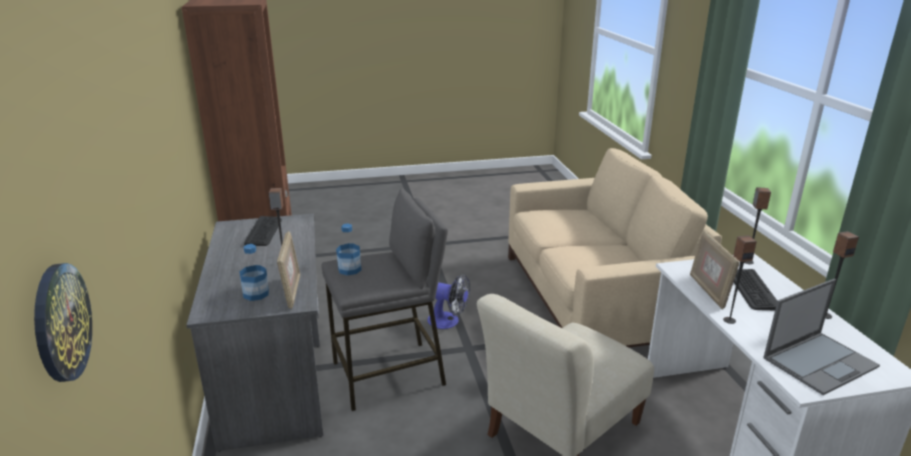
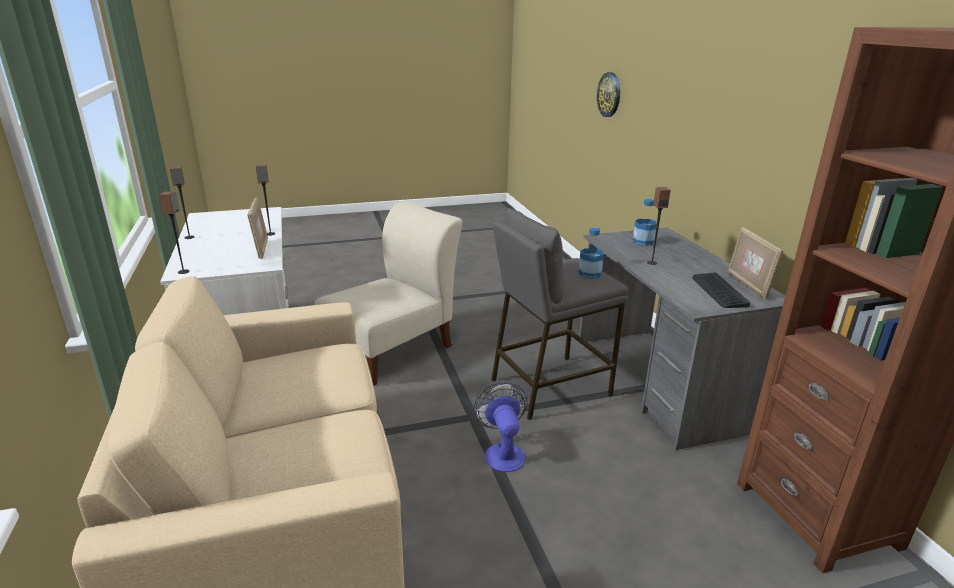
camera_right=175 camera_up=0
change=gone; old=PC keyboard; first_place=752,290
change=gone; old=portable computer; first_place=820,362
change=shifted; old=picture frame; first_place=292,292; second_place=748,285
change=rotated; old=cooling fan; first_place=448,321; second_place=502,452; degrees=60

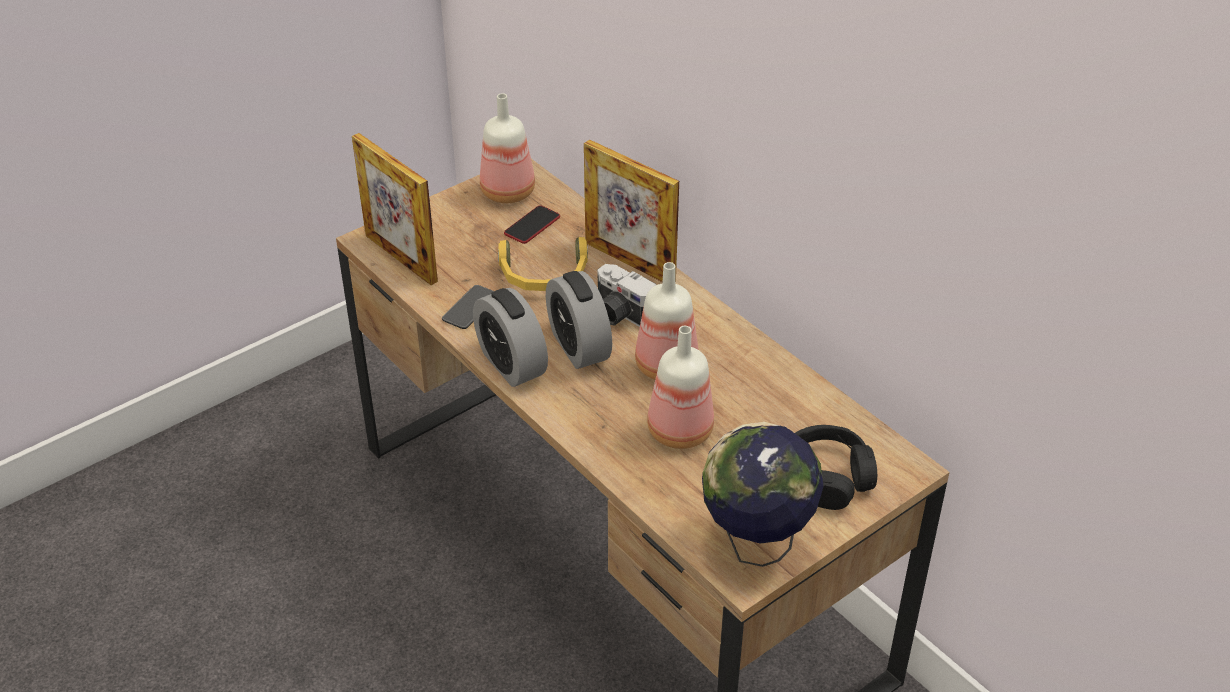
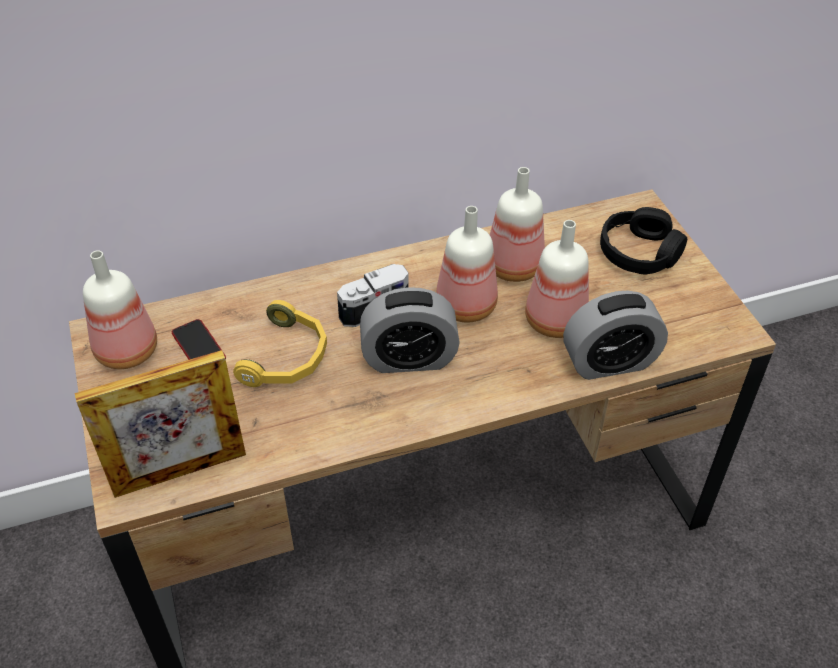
camera_right=-70 camera_up=5
change=gone; old=telephone; first_place=470,308
change=gone; old=picture frame; first_place=629,262
change=gone; old=desk globe; first_place=756,544
change=new; new=beverage bottle; second_place=512,268
change=shifted; old=bedside clock; first_place=511,364; second_place=609,362

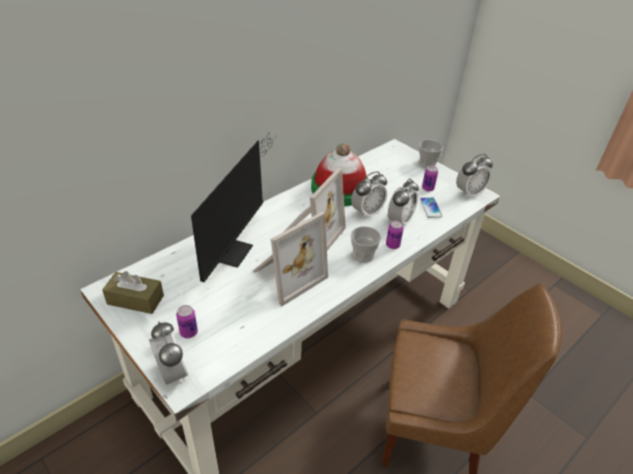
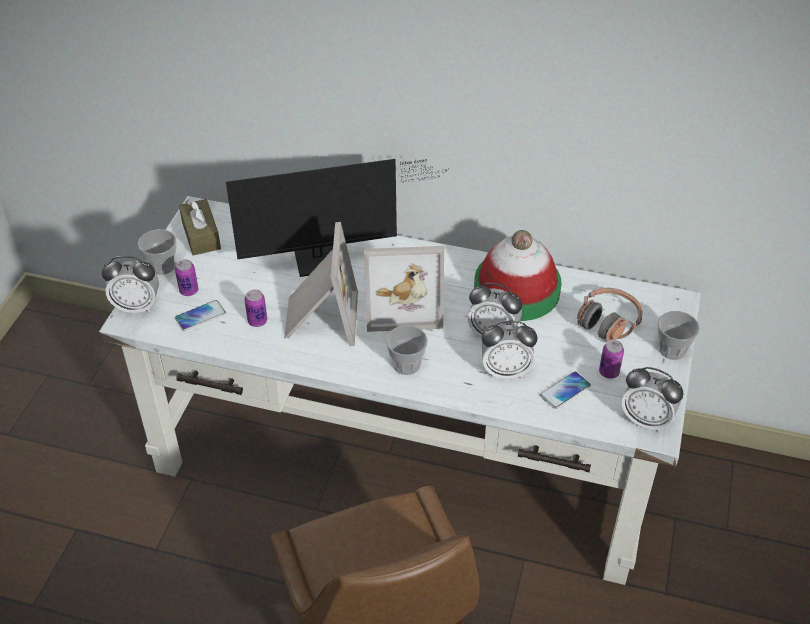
camera_right=60 camera_up=5
change=new; new=drinking cup; second_place=162,266
change=new; new=telephone; second_place=200,316
change=new; new=headphones; second_place=608,322
change=shifted; old=sealed can; first_place=392,245; second_place=257,321
change=rotated; old=bedside clock; first_place=172,373; second_place=137,306; degrees=60
change=rotated; old=picture frame; first_place=286,275; second_place=319,317; degrees=-105

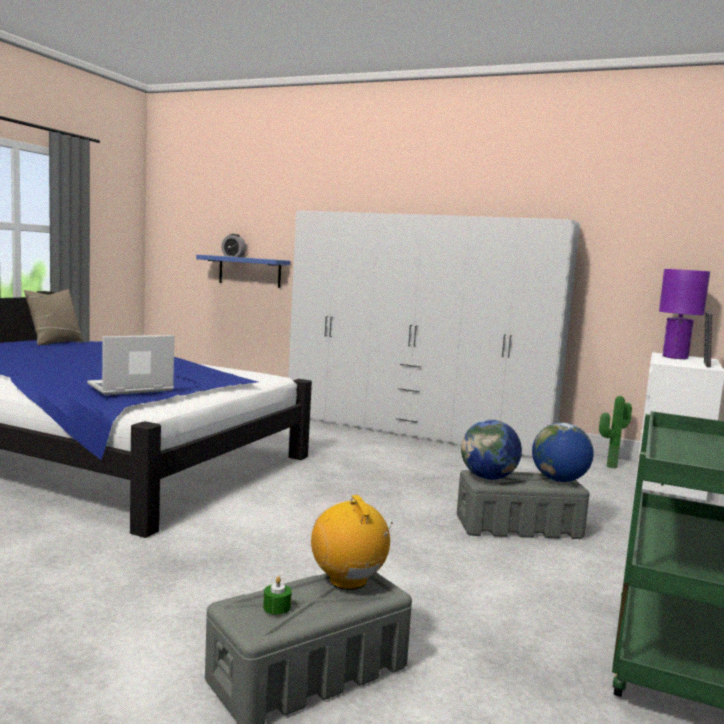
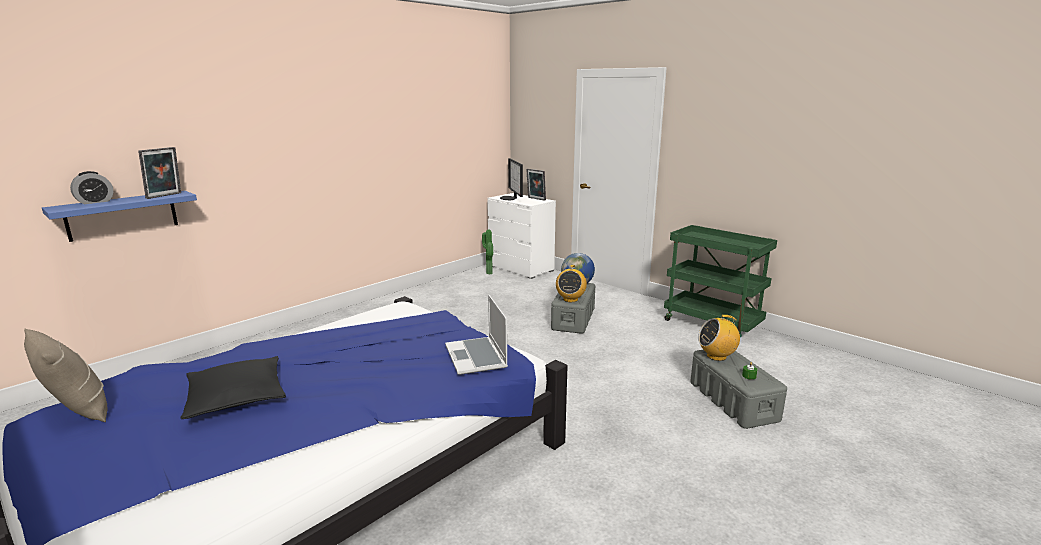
camera_right=-70 camera_up=10
change=gone; old=clothes cupboard (white-coloured); first_place=414,432
change=new; new=picture frame; second_place=165,196
change=new; new=throw pillow (blackish); second_place=236,397
change=swapped; old=desk globe; new=radio; first_place=488,478; second_place=570,299
change=swapped; old=tabletop lamp (purple); new=computer screen; first_place=675,357; second_place=510,198

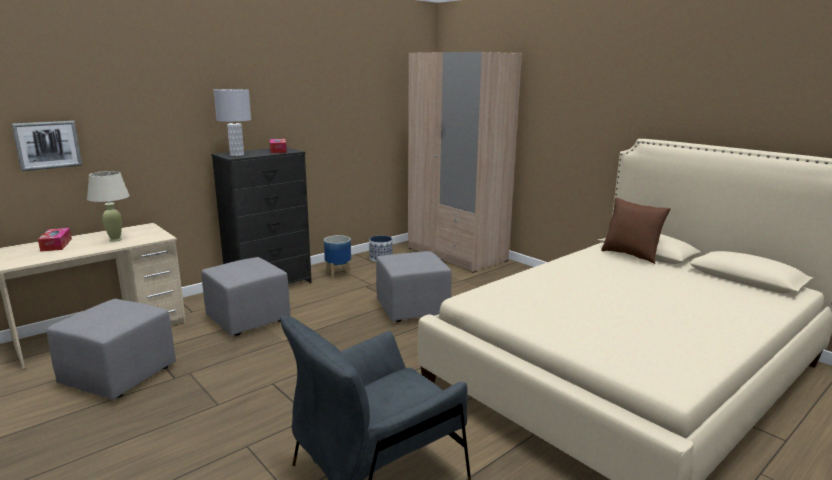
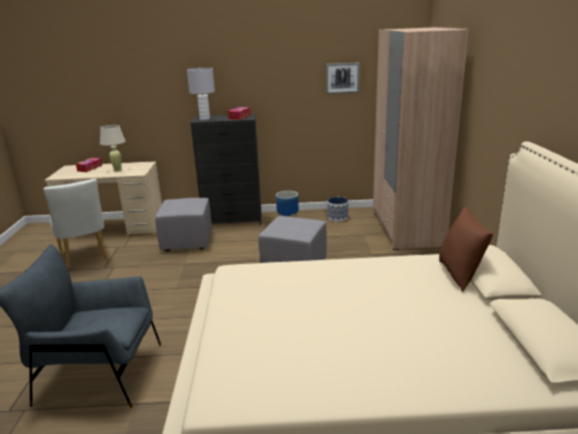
camera_right=40 camera_up=5
change=shifted; old=picture; first_place=48,145; second_place=342,78
change=swapped; old=footrest (greyish); new=chair (white-coloured); first_place=118,377; second_place=85,257

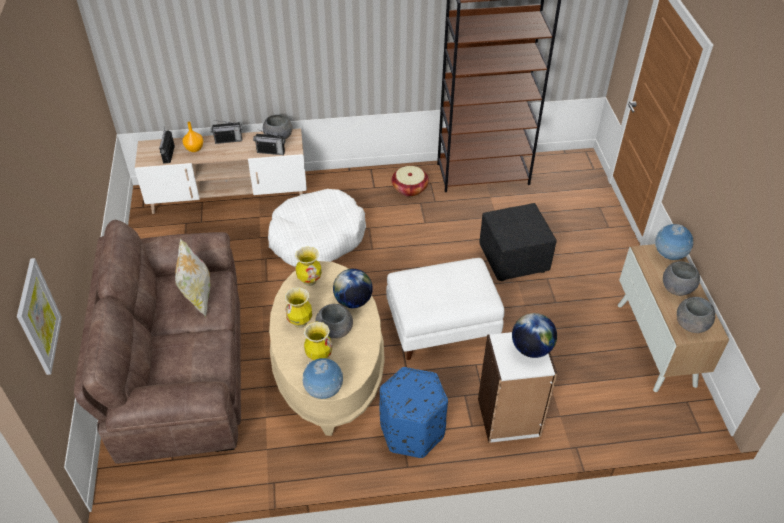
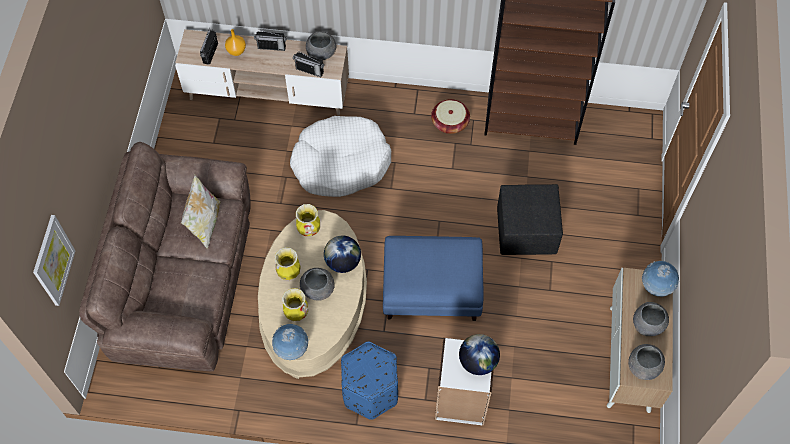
camera_right=15 camera_up=15
change=repainted; old=footrest (white-coloured); new=footrest (blue-coloured); first_place=443,324; second_place=432,289

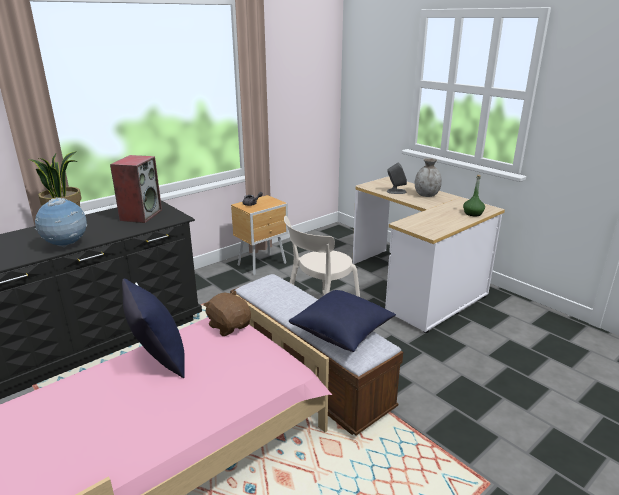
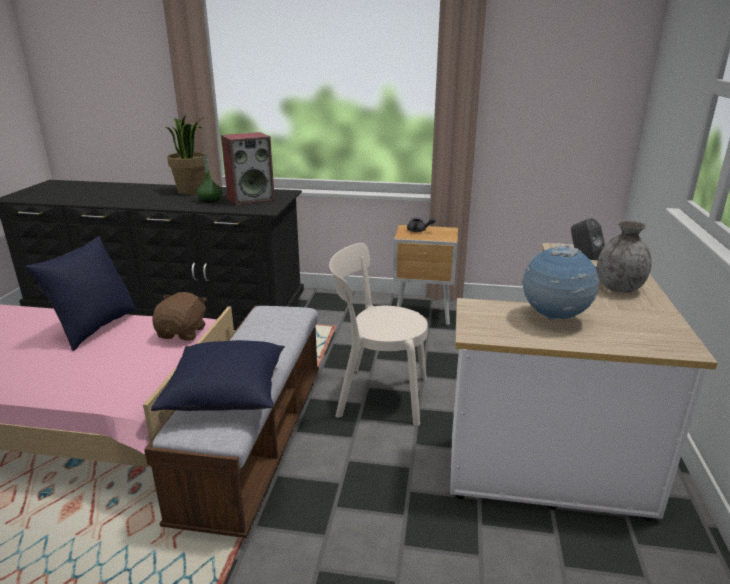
camera_right=50 camera_up=0
change=shifted; old=desk globe; first_place=66,245; second_place=554,318
change=shifted; old=beverage bottle (green); first_place=473,213; second_place=210,200

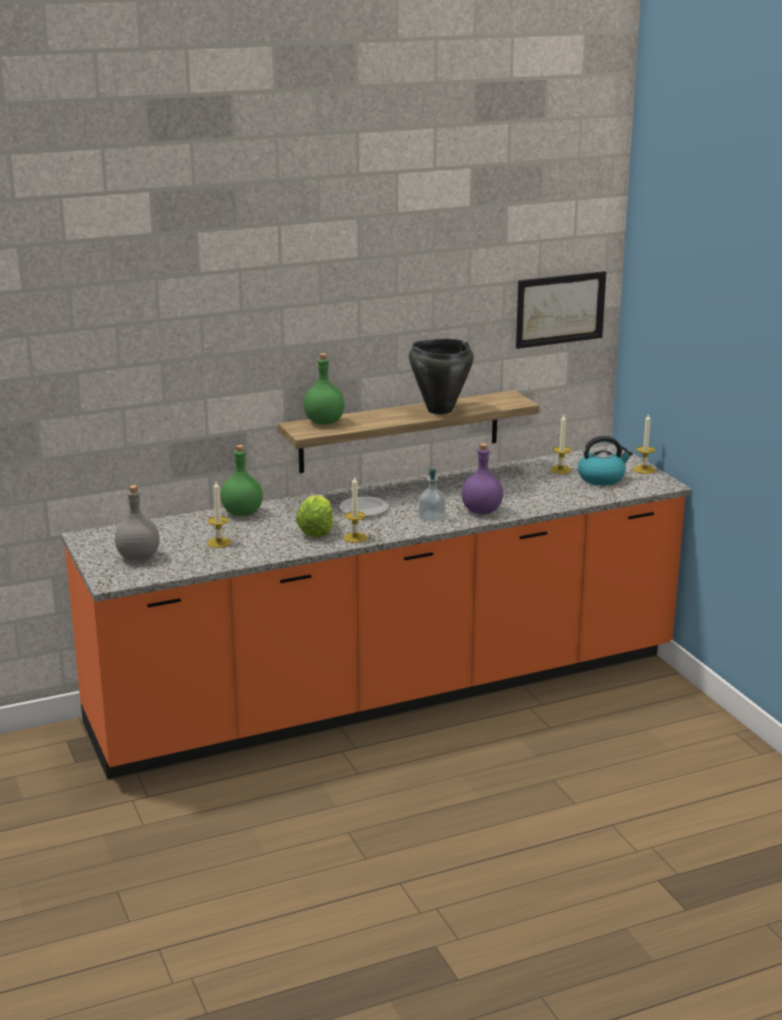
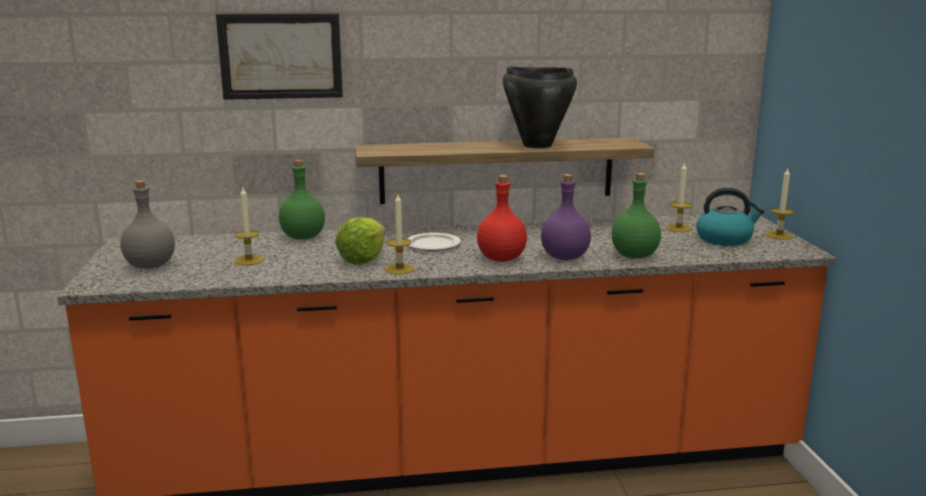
camera_right=15 camera_up=-5
change=shifted; old=beverage bottle (green); first_place=325,422; second_place=635,256
change=shifted; old=picture; first_place=560,309; second_place=281,56
change=swapped; old=liquid soap bottle; new=beverage bottle (red); first_place=432,518; second_place=502,258

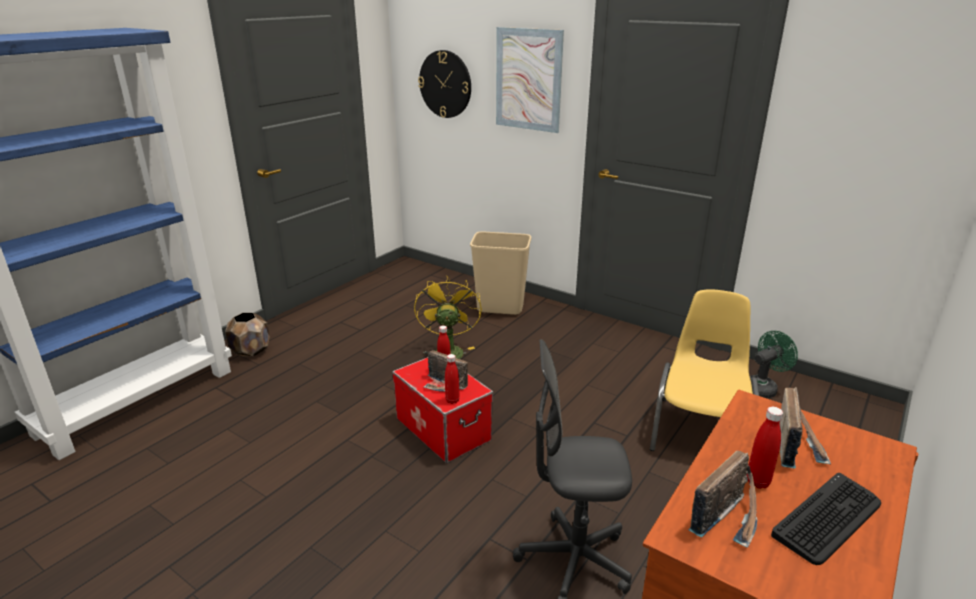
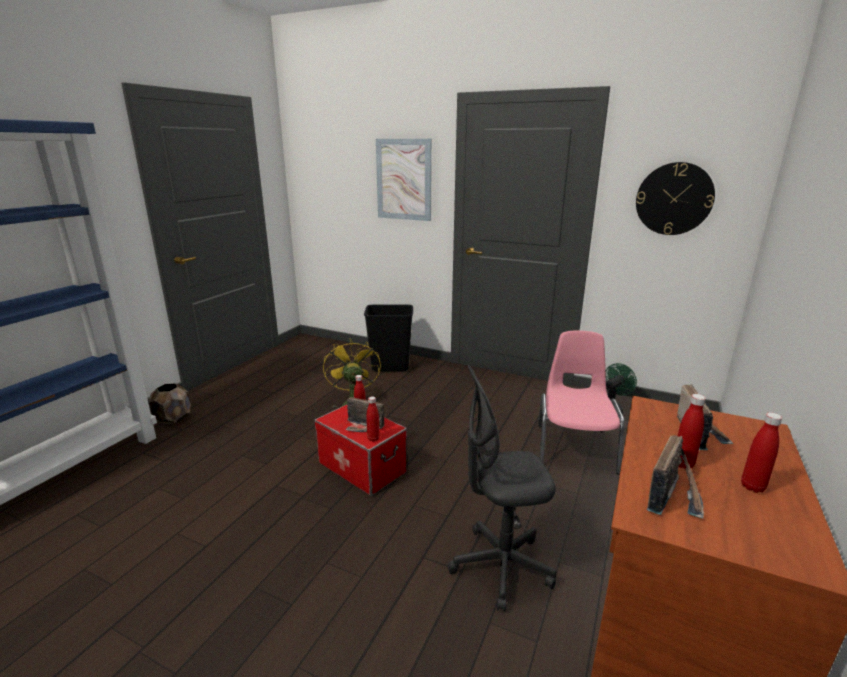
camera_right=-10 camera_up=-5
change=shifted; old=hanging clock; first_place=445,84; second_place=674,199
change=swapped; old=PC keyboard; new=beverage bottle (red); first_place=828,519; second_place=752,487
change=repainted; old=trash can (sand-coloured); new=trash can (blackish); first_place=499,308; second_place=390,367
change=repainted; old=chair (yellow); new=chair (pink-coloured); first_place=700,431; second_place=574,447

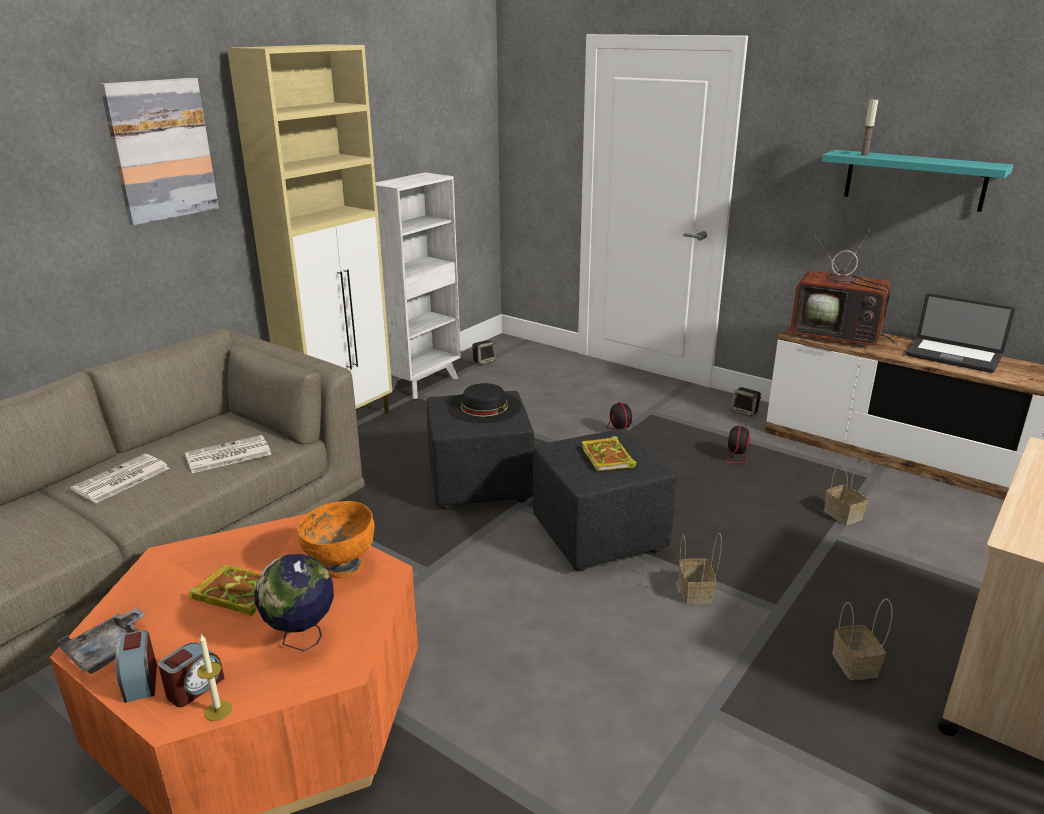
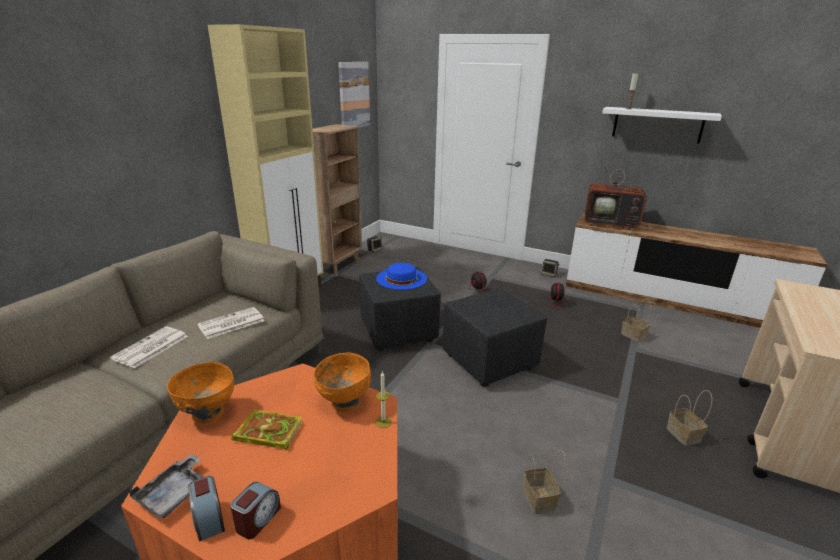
camera_right=-10 camera_up=0
change=gone; old=desk globe; first_place=301,639
change=gone; old=book; first_place=608,458
change=gone; old=portable computer; first_place=953,357
change=new; new=deep dish (orange-coloured); second_place=208,414
change=shifted; old=picture; first_place=161,150; second_place=353,95
change=shifted; old=candle; first_place=218,711; second_place=383,422
change=shifted; old=household basket; first_place=696,593; second_place=540,500
change=repainted; old=shelving unit (white-coloured); new=shelving unit (brown-coloured); first_place=424,383; second_place=339,266
change=repainted; old=clothing hat (blackish); new=clothing hat (blue-coloured); first_place=484,406; second_place=401,278
change=repainted; old=shelf (turquoise); new=shelf (white-coloured); first_place=914,180; second_place=657,124

